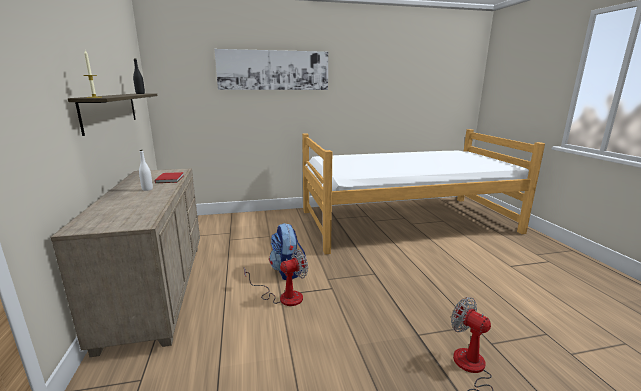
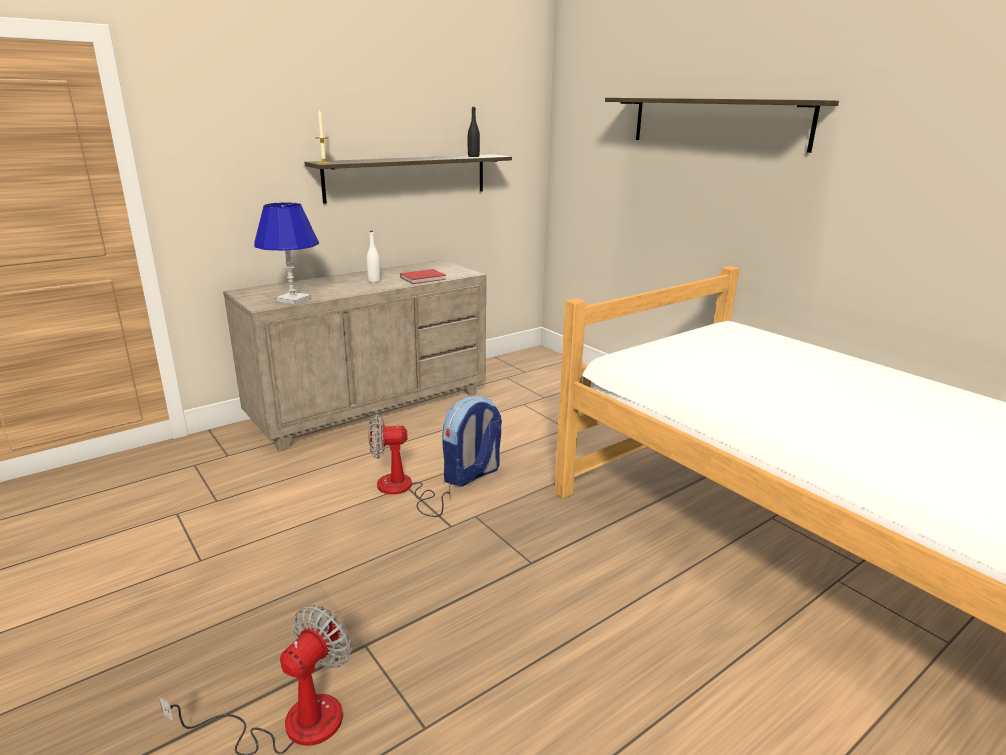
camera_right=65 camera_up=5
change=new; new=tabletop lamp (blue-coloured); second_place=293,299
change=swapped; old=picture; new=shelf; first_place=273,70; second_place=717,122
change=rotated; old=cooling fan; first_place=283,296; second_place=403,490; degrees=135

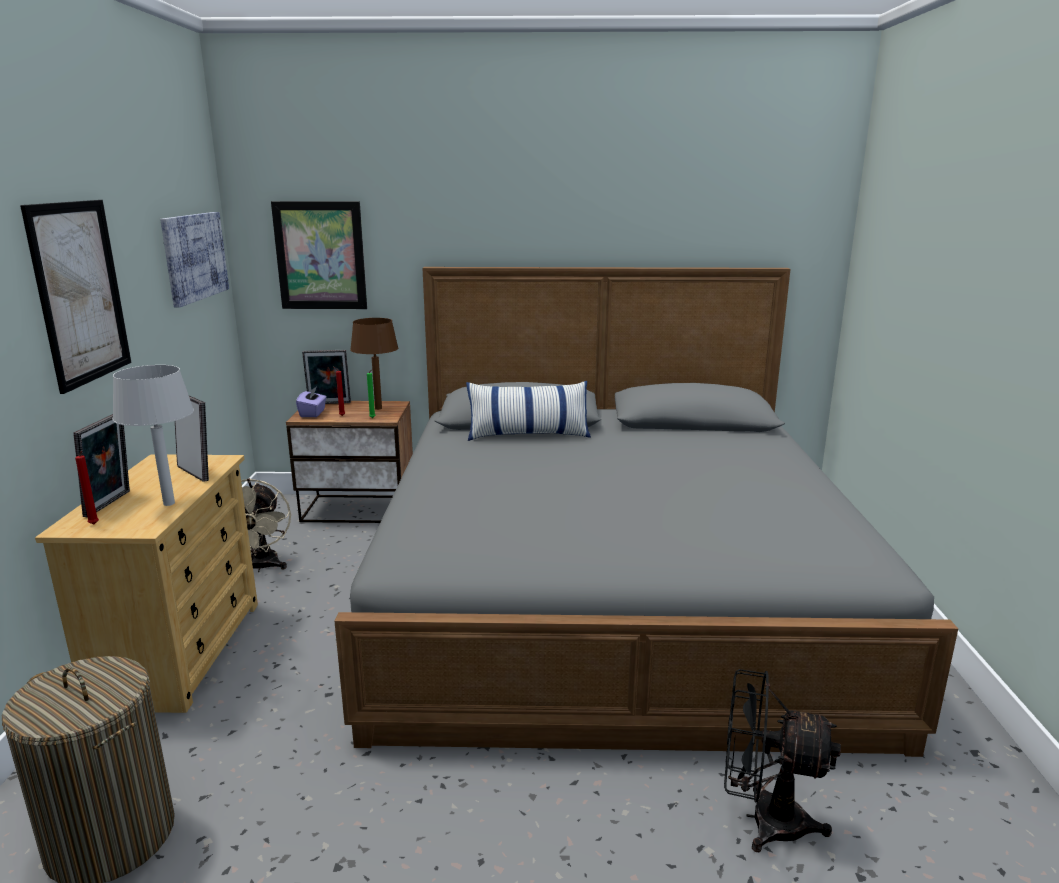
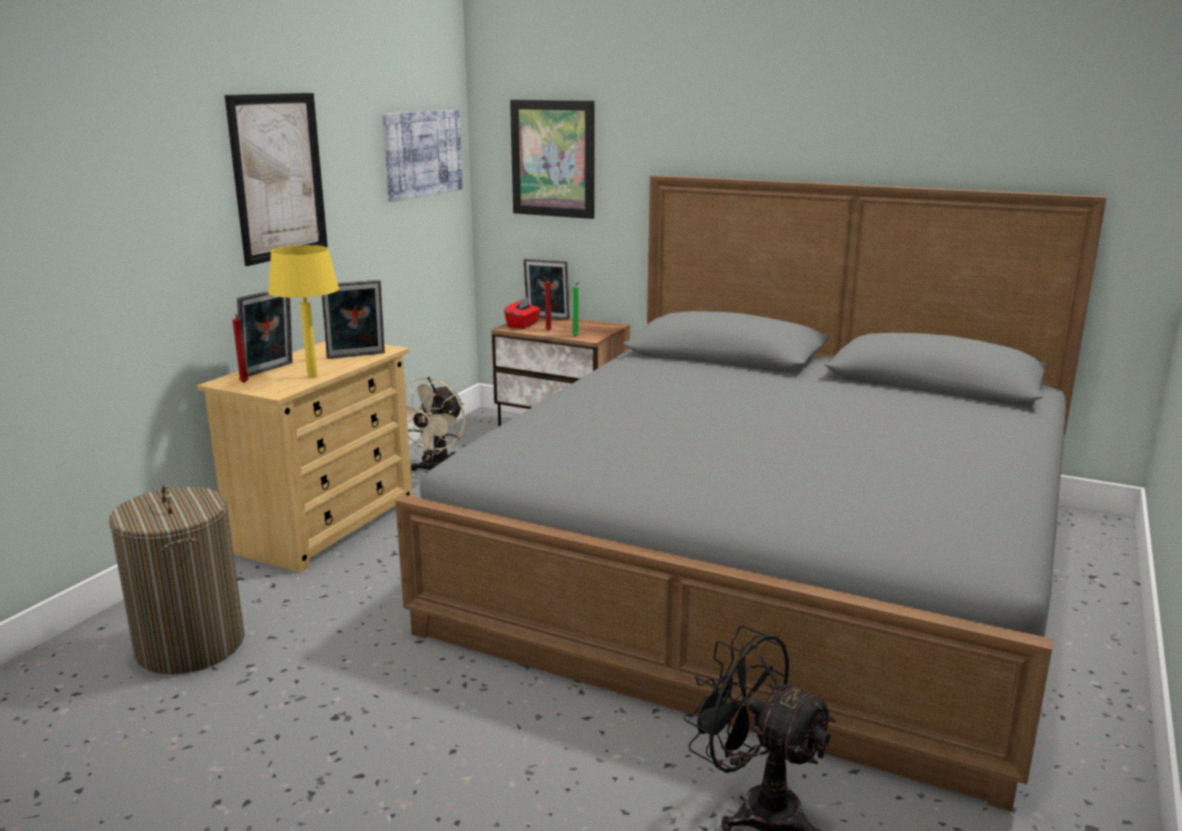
camera_right=25 camera_up=0
change=gone; old=tabletop lamp (brown-coloured); first_place=378,408
change=gone; old=throw pillow; first_place=528,435
change=repainted; old=tabletop lamp (greyish); new=tabletop lamp (yellow); first_place=168,504; second_place=311,376
change=repainted; old=tissue box (purple); new=tissue box (red); first_place=313,413; second_place=523,325
change=rotated; old=picture frame; first_place=196,472; second_place=356,356; degrees=90

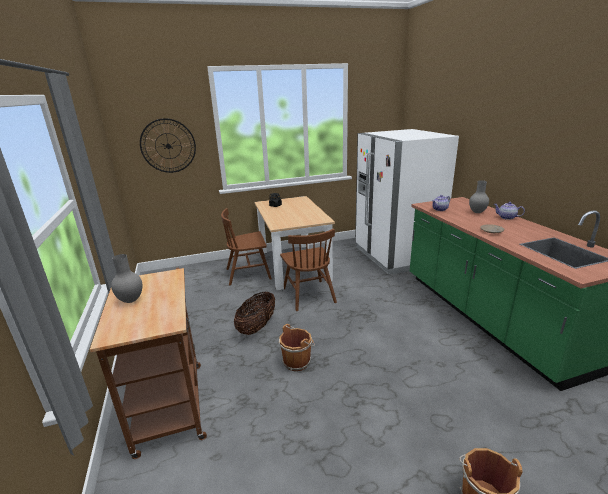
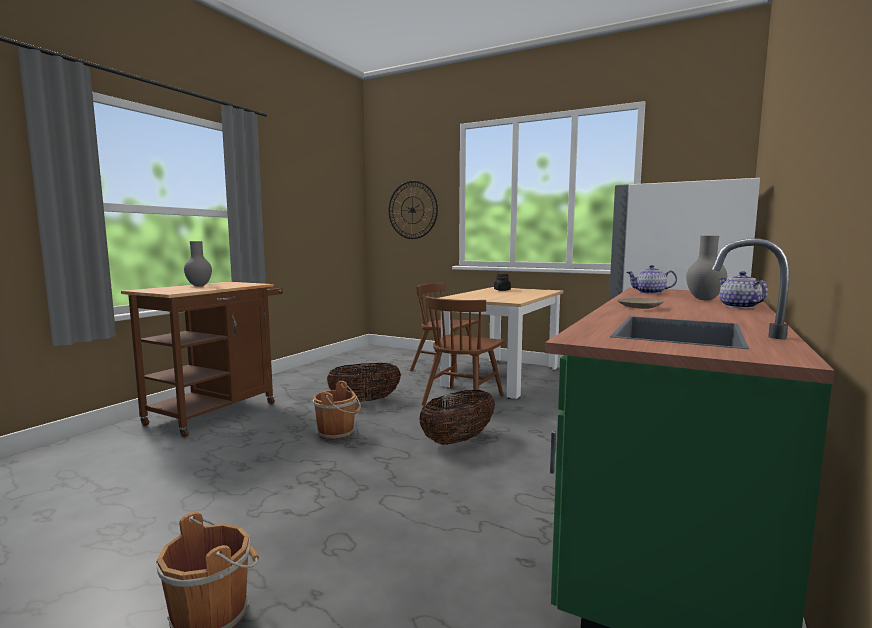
camera_right=45 camera_up=-15
change=new; new=household basket; second_place=458,440

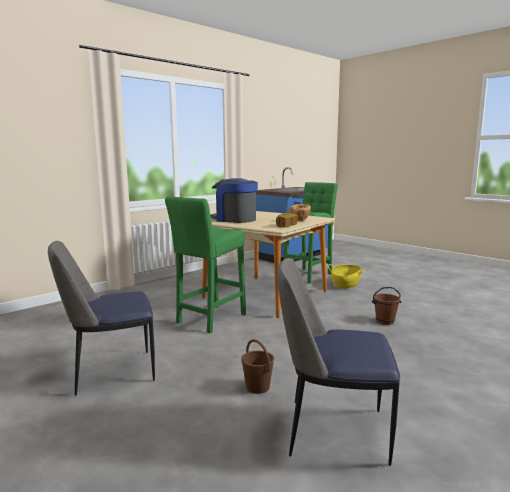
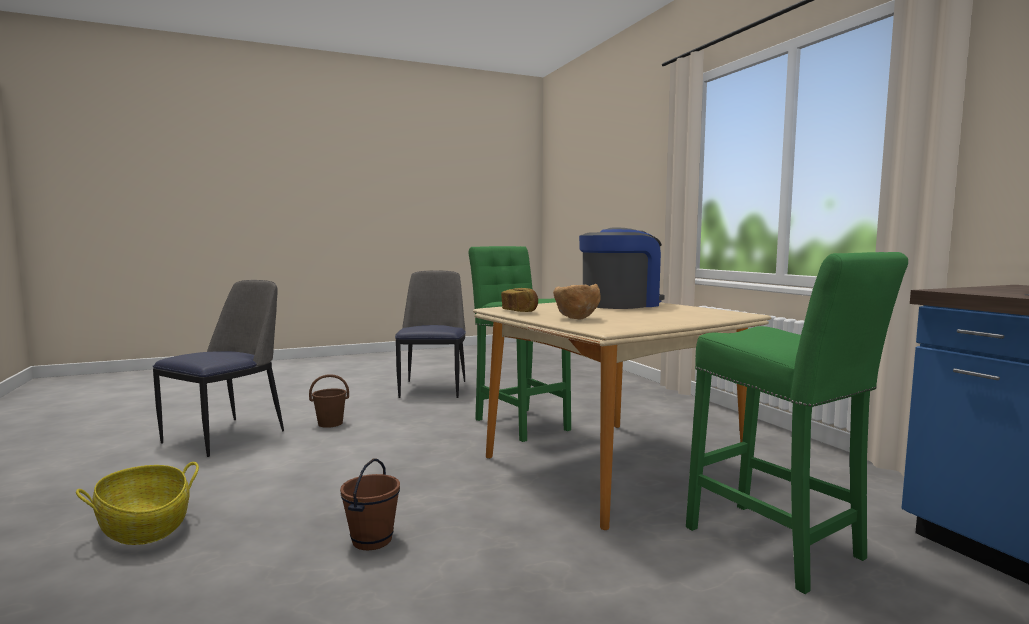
camera_right=110 camera_up=-5
change=shifted; old=household basket; first_place=345,284; second_place=144,526

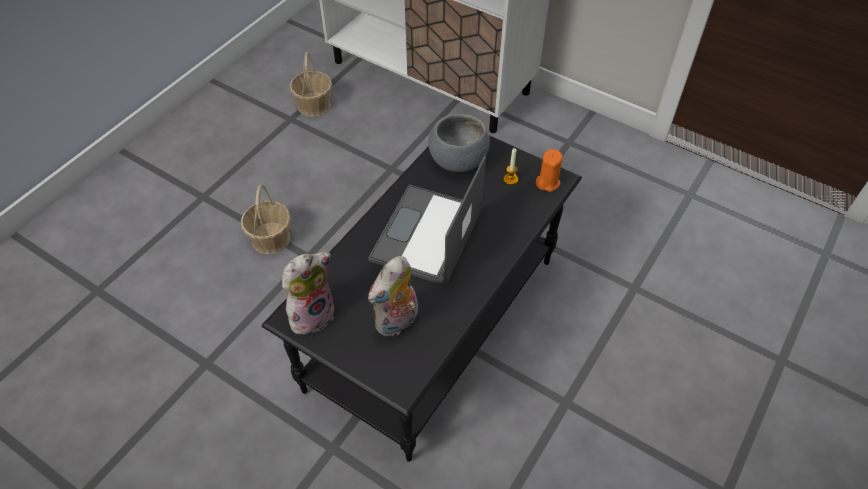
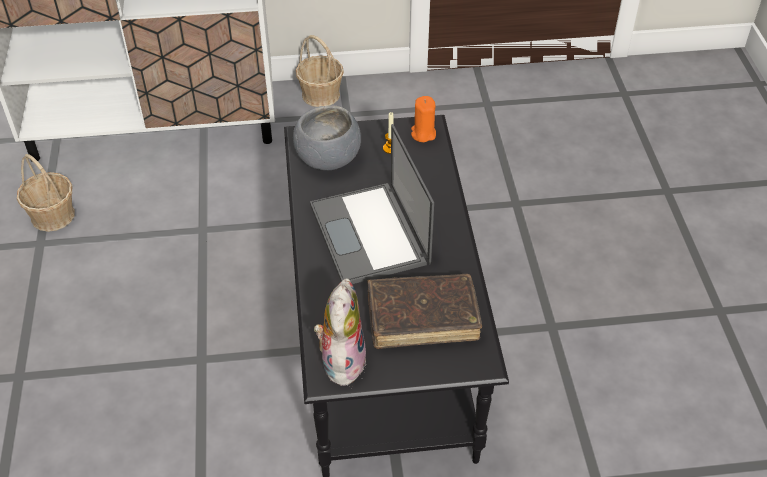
camera_right=-40 camera_up=-5
change=shifted; old=household basket; first_place=271,238; second_place=321,94
change=swapped; old=cuddly toy; new=book (brown-coloured); first_place=397,322; second_place=422,317

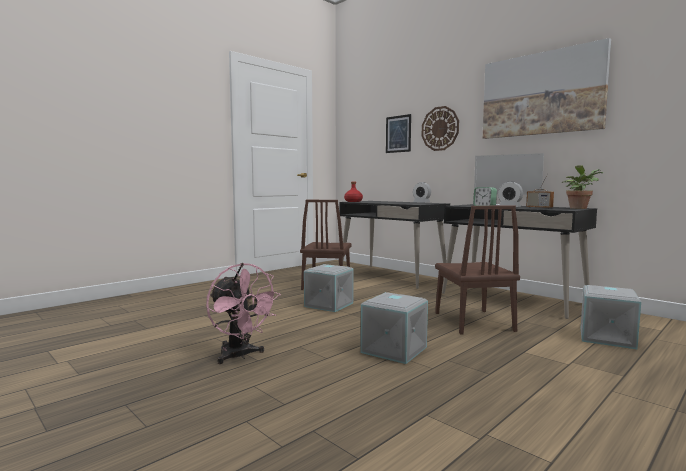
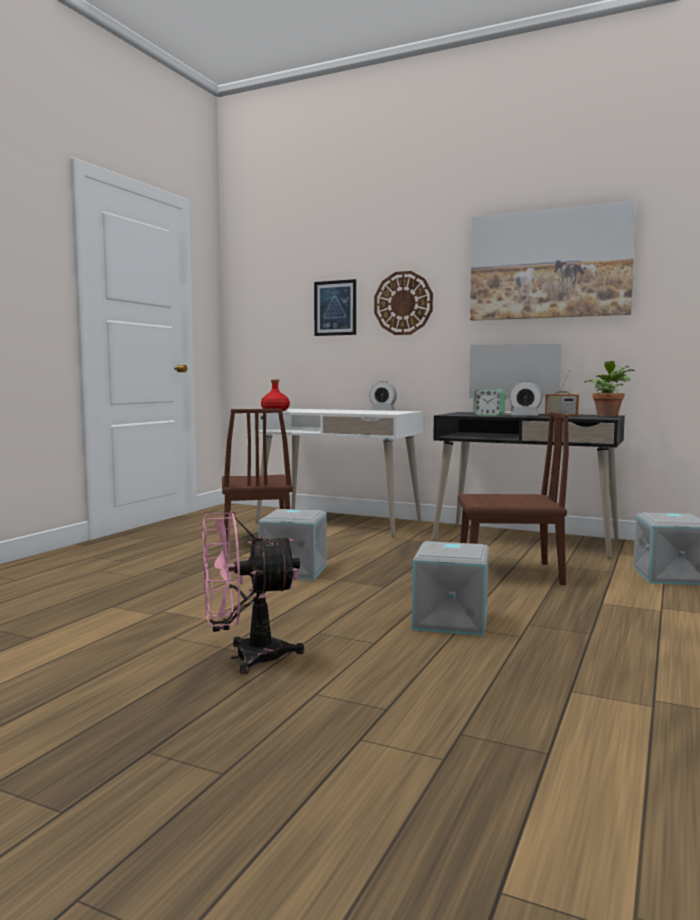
camera_right=-20 camera_up=0
change=repainted; old=desk (blackish); new=desk (white-coloured); first_place=391,276; second_place=338,522
change=rotated; old=cooling fan (pink-coloured); first_place=240,356; second_place=246,657; degrees=135
change=rotated; old=chair (brown-coloured); first_place=473,321; second_place=508,573; degrees=-60

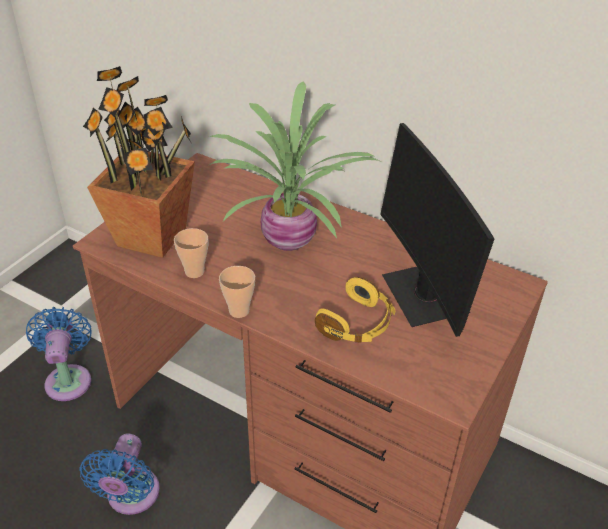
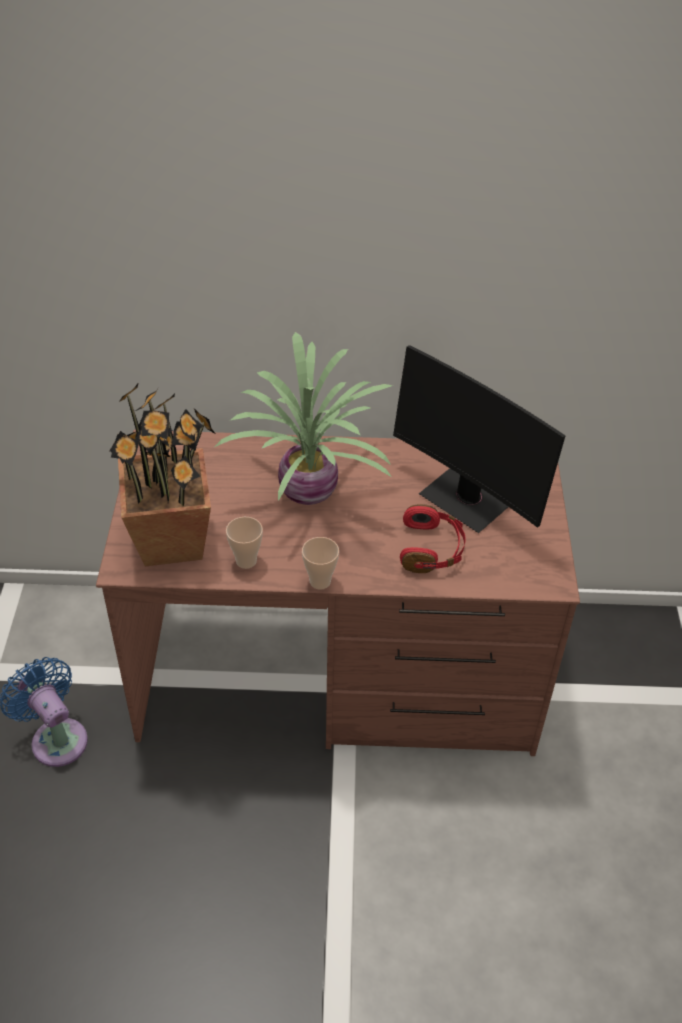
camera_right=-30 camera_up=5
change=gone; old=cooling fan (blue-coloured); first_place=131,497
change=repainted; old=headphones (yellow); new=headphones (red); first_place=357,324; second_place=432,549

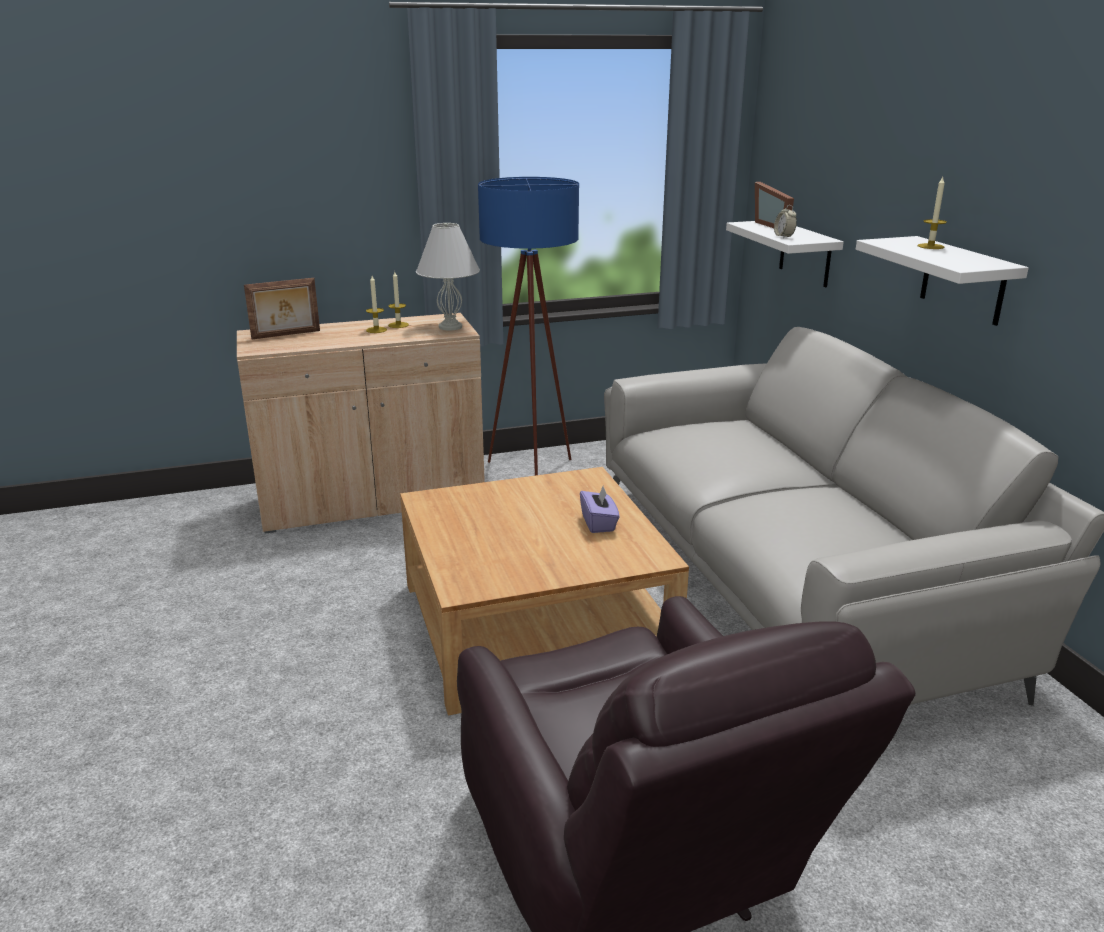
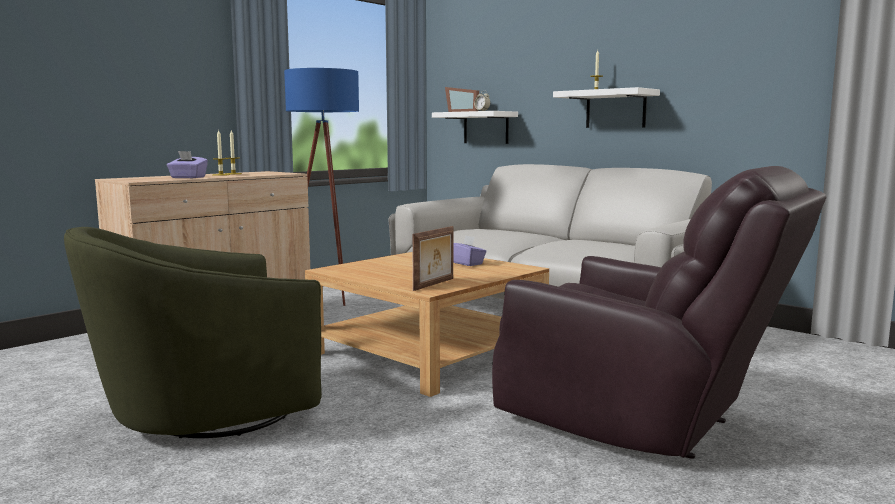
camera_right=-30 camera_up=-15
change=gone; old=tabletop lamp (white-coloured); first_place=450,327
change=new; new=lounge chair (green); second_place=206,413
change=new; new=tissue box (purple); second_place=188,177
change=shifted; old=picture frame; first_place=286,335; second_place=435,284

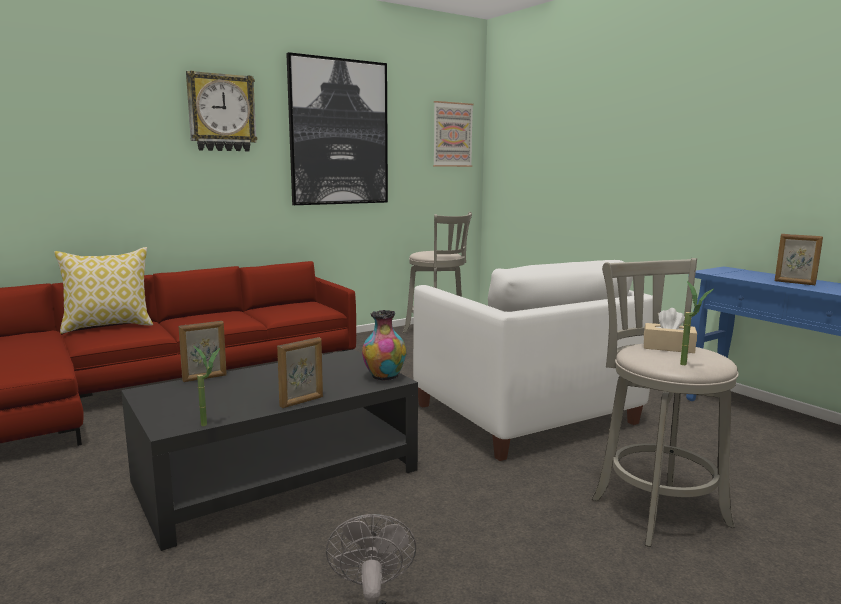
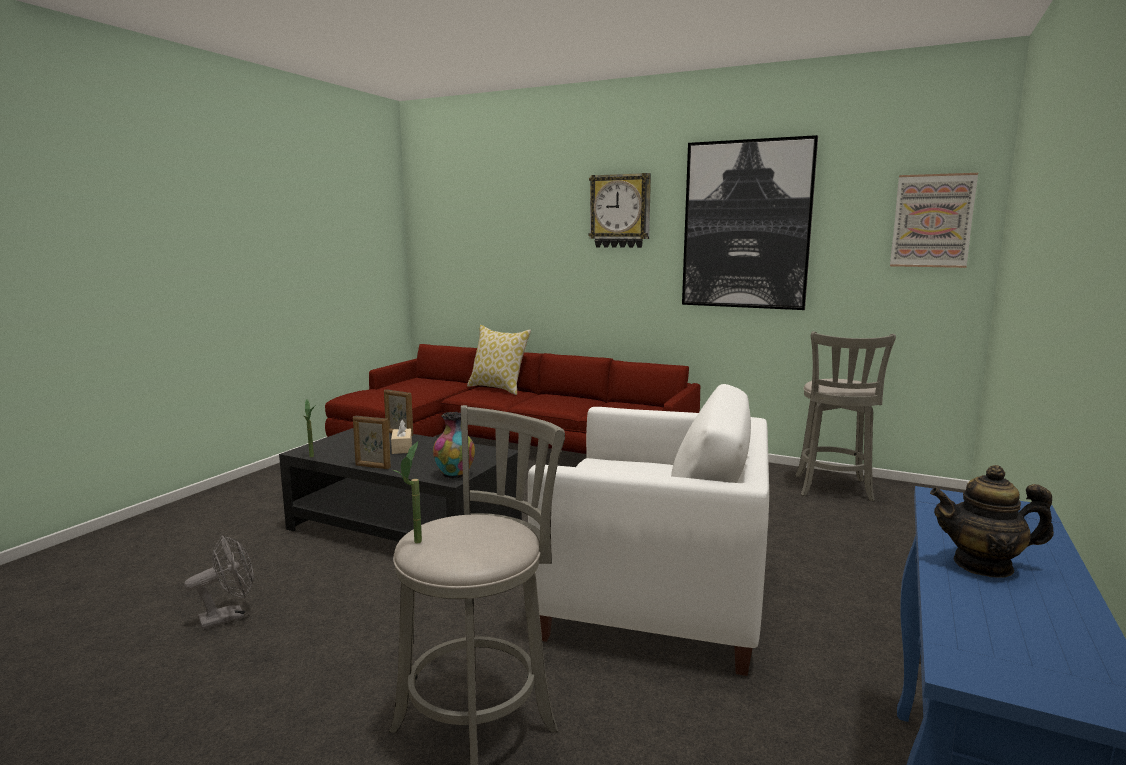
camera_right=60 camera_up=0
change=shifted; old=tissue box (sand-coloured); first_place=668,347; second_place=402,448
change=swapped; old=picture frame; new=pot for tea; first_place=794,283; second_place=983,565
change=rotated; old=lounge chair (white-coloured); first_place=525,413; second_place=655,594; degrees=-105

